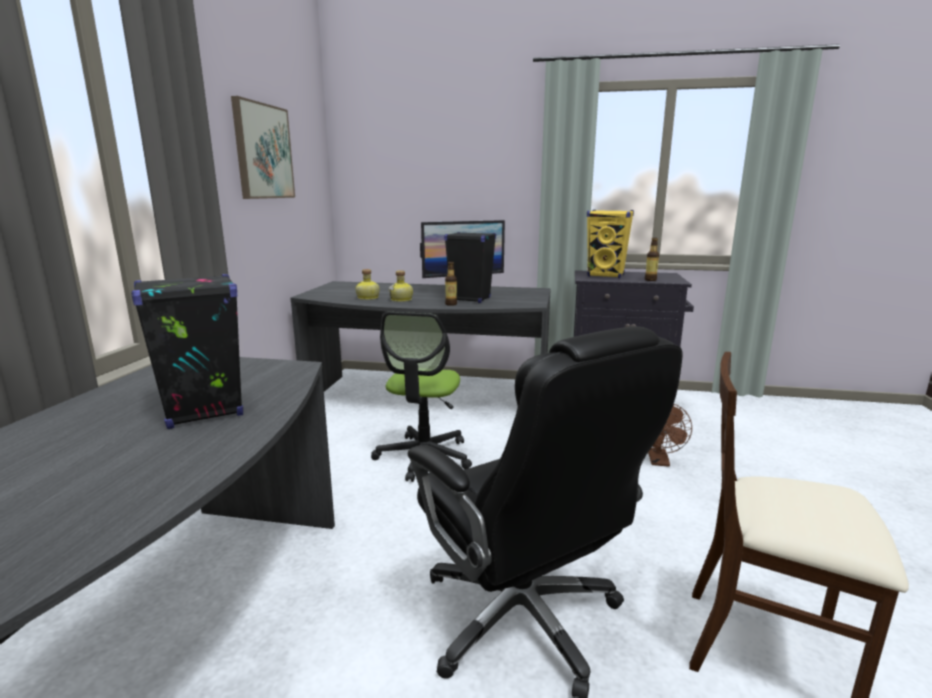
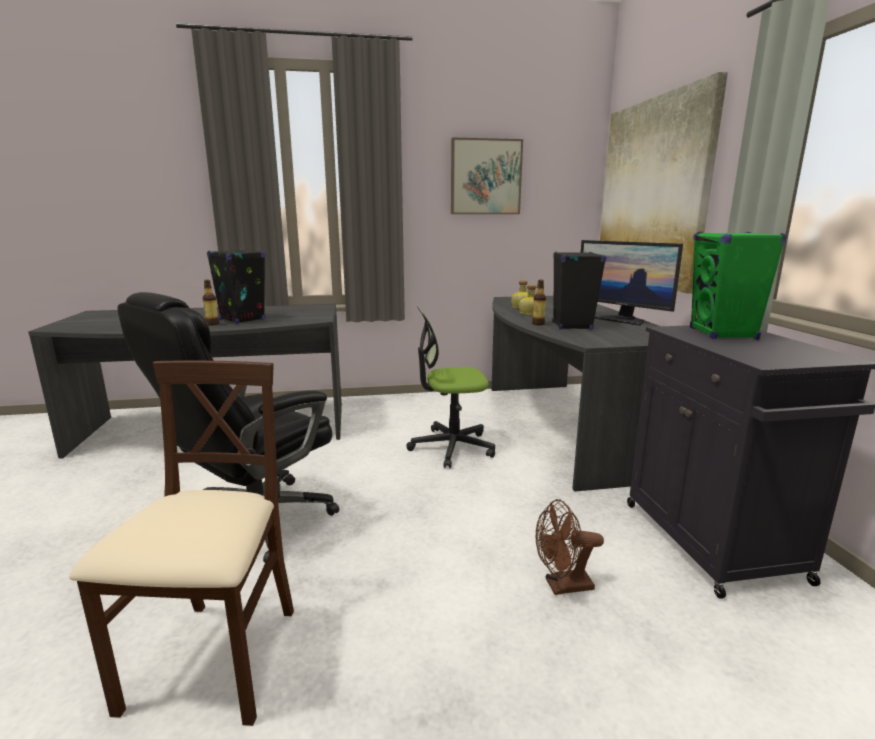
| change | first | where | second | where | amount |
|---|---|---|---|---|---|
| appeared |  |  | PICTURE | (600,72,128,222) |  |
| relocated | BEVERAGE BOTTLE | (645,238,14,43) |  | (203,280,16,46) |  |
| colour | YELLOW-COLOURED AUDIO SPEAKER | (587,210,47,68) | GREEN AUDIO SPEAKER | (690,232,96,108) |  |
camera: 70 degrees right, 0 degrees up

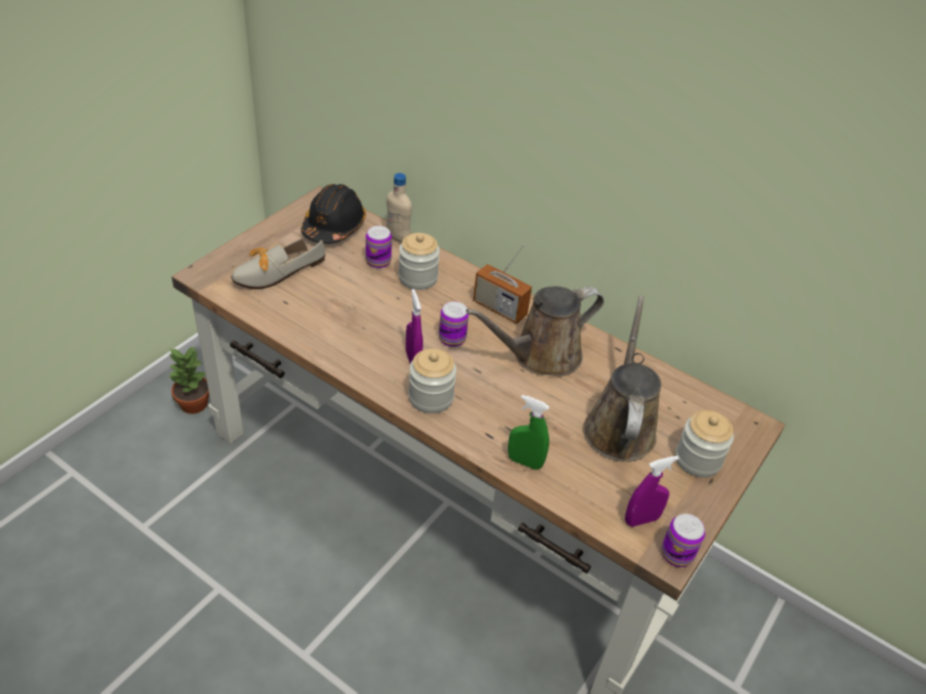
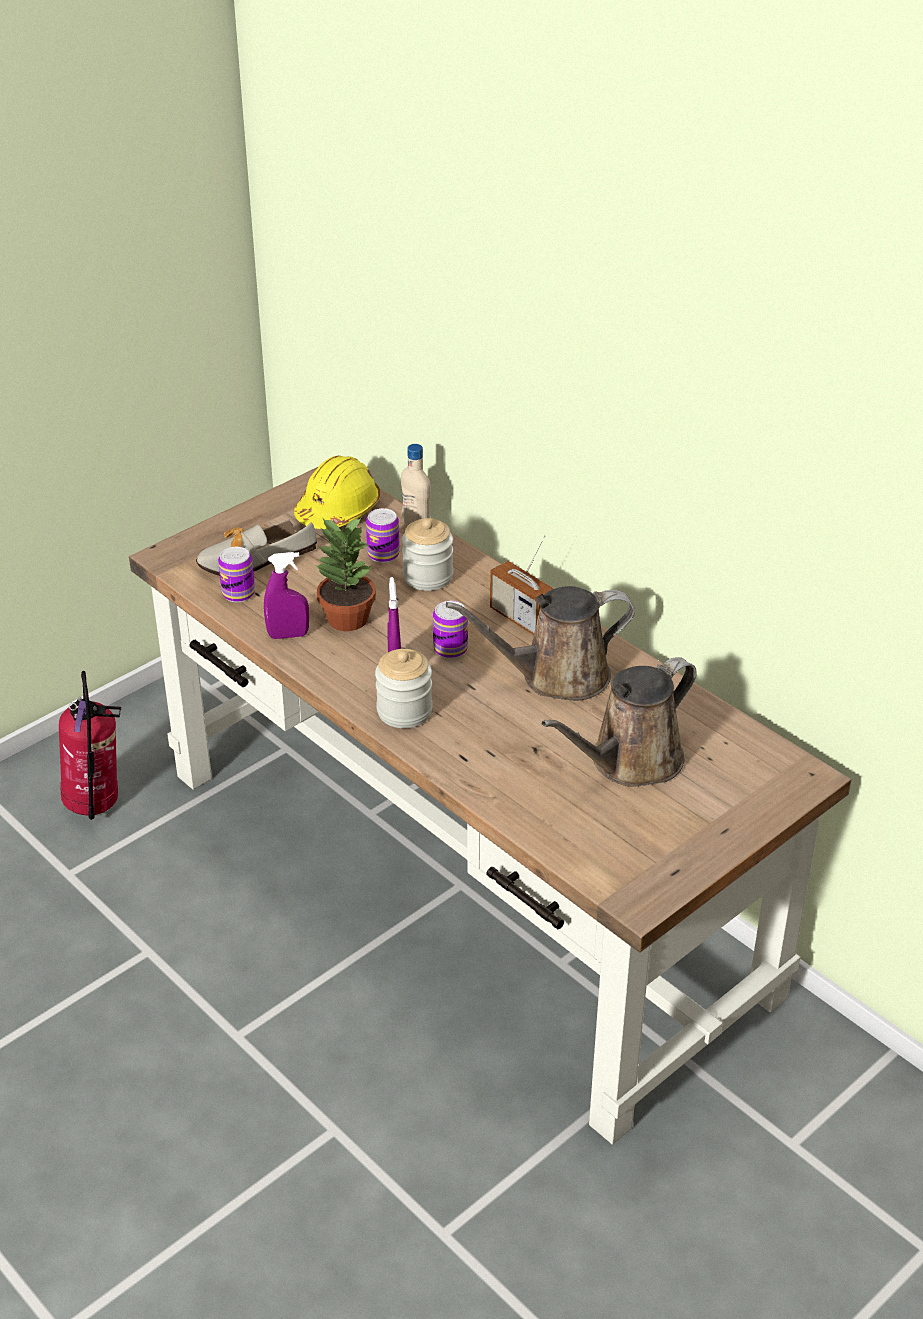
| change | first | where | second | where | amount |
|---|---|---|---|---|---|
| missing | GREEN HAND SPRAYER | (508,395,41,75) |  |  |  |
| missing | JAR | (676,410,58,68) |  |  |  |
| appeared |  |  | FIRE EXTINGUISHER | (59,671,62,149) |  |
| relocated | POTTED PLANT | (169,346,40,68) |  | (315,517,61,114) |  |
| relocated | PURPLE-COLOURED HAND SPRAYER | (625,456,54,71) |  | (264,552,45,87) |  |
| relocated | CAN | (661,514,44,53) |  | (218,547,37,55) |  |
| colour | BLACK WORK HELMET | (301,184,65,60) | YELLOW-COLOURED WORK HELMET | (294,456,86,73) |  |
| spun | BROWN SPRINKLING CAN | (583,295,78,167) |  | (541,657,156,130) | 150 degrees counterclockwise |
camera: 15 degrees right, 5 degrees down

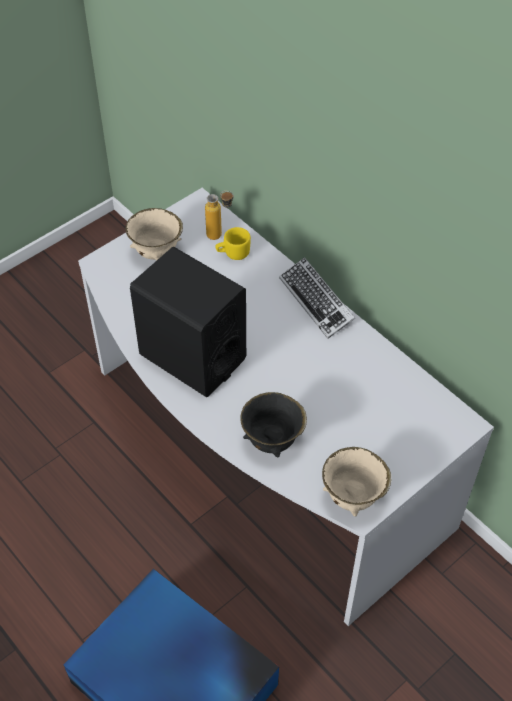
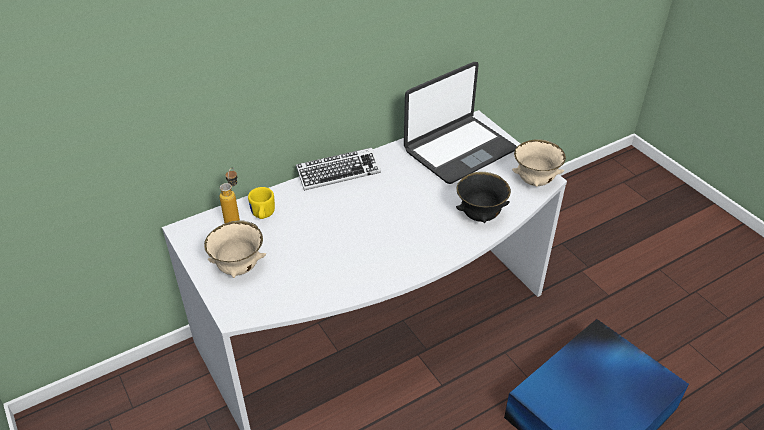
| change | first | where | second | where | amount |
|---|---|---|---|---|---|
| missing | BLACK AUDIO SPEAKER | (130,247,116,150) |  |  |  |
| appeared |  |  | PORTABLE COMPUTER | (404,62,113,122) |  |
camera: 80 degrees left, 10 degrees down

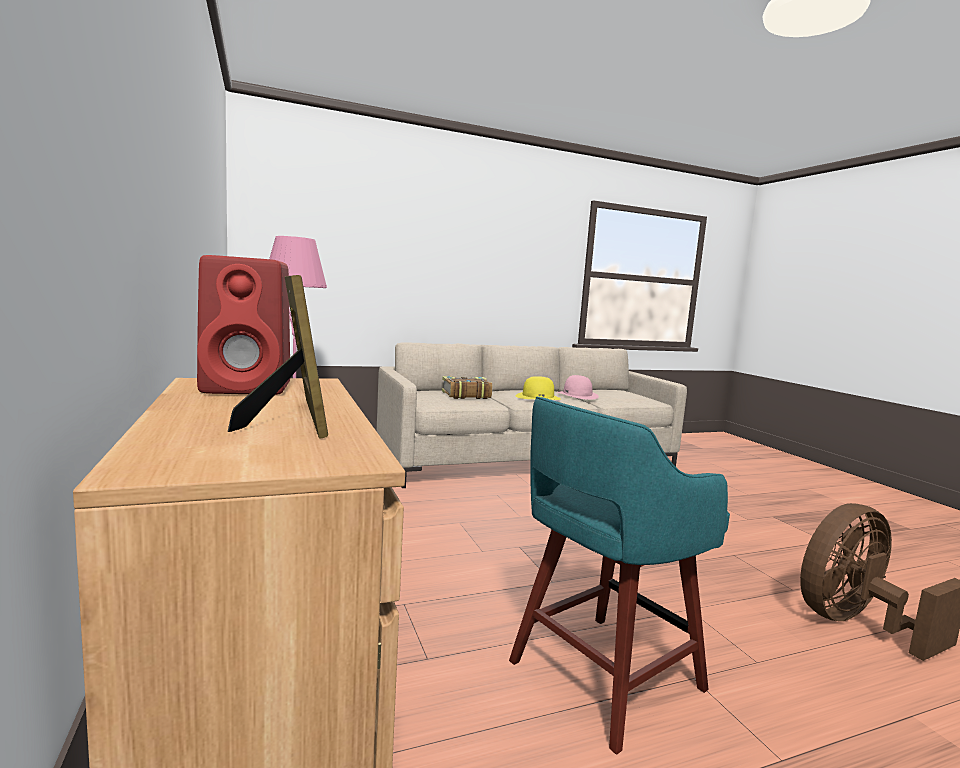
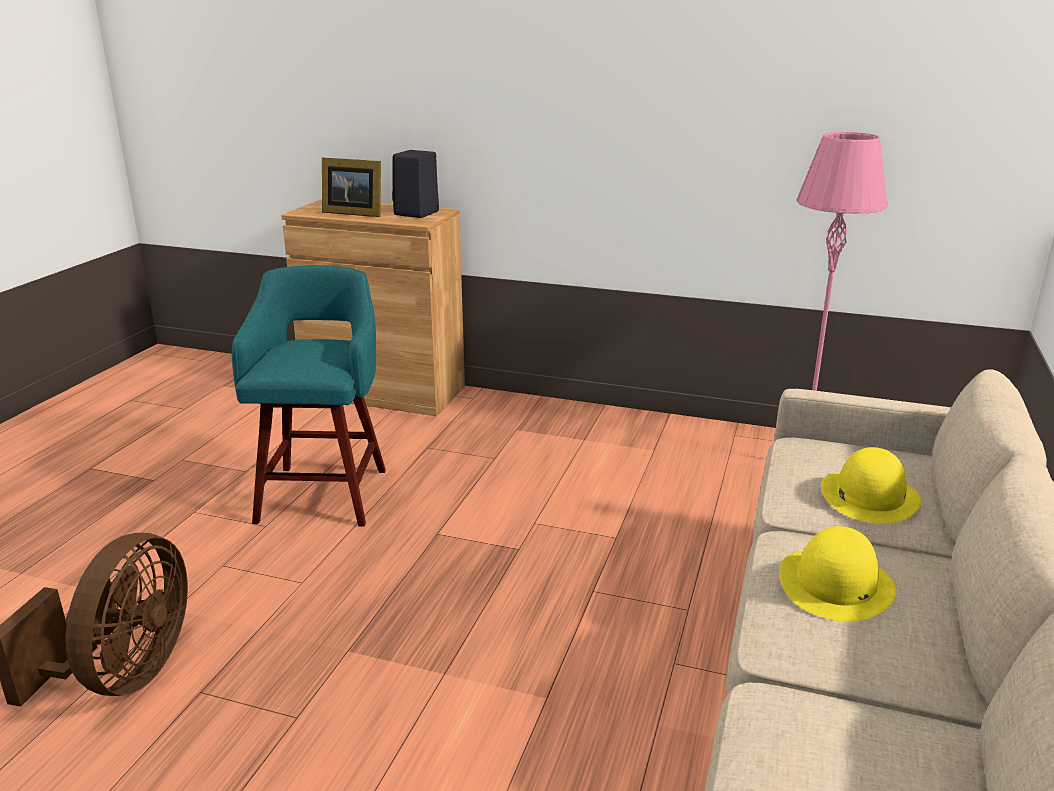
| change | first | where | second | where | amount |
|---|---|---|---|---|---|
| missing | PINKISH HAT | (557,375,42,25) |  |  |  |
| exchanged | BOUND BOOK | (442,376,50,23) | YELLOW-COLOURED HAT | (821,447,101,77) |  |
| colour | RED AUDIO SPEAKER | (197,255,93,140) | BLACK AUDIO SPEAKER | (392,150,47,68) |  |
camera: 130 degrees right, 15 degrees up

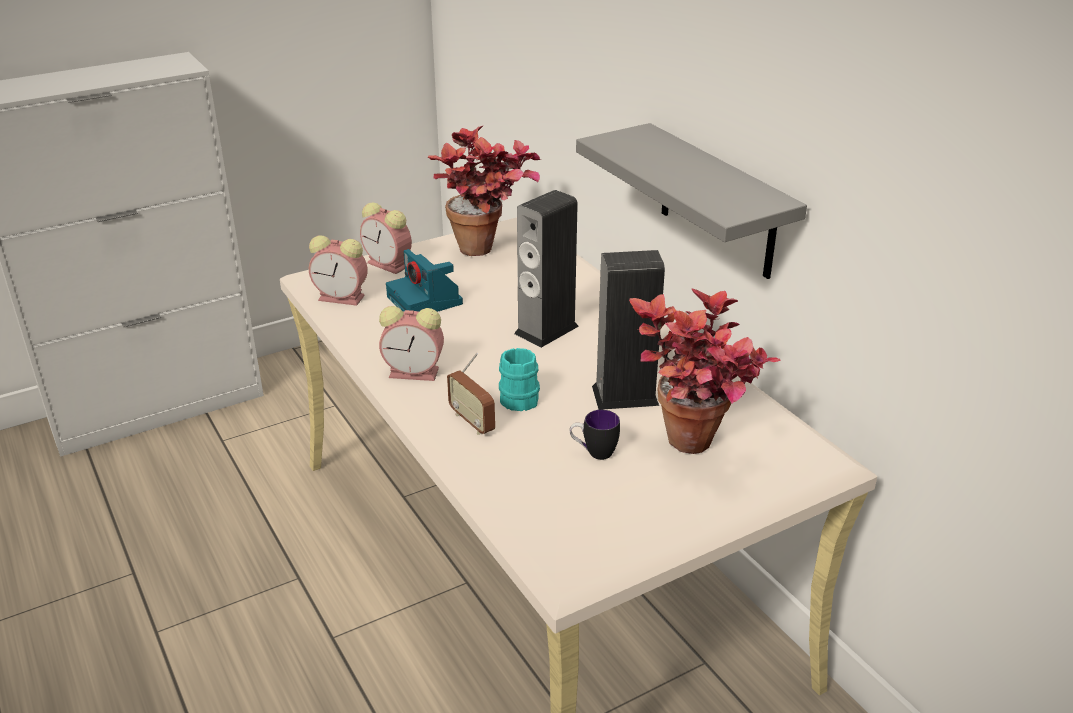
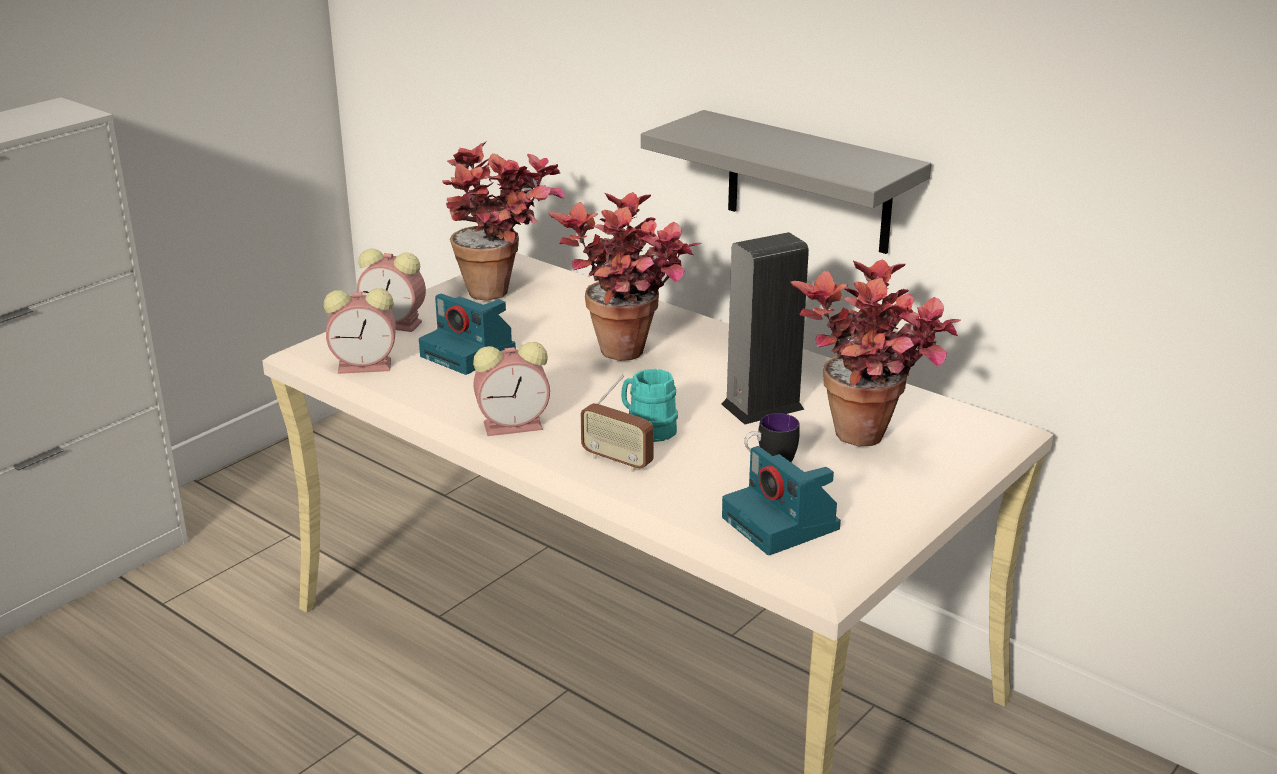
| change | first | where | second | where | amount |
|---|---|---|---|---|---|
| appeared |  |  | STILL CAMERA | (722,446,119,109) |  |
| exchanged | AUDIO SPEAKER | (514,190,65,158) | POTTED PLANT | (548,192,154,169) |  |
camera: 20 degrees left, 5 degrees down

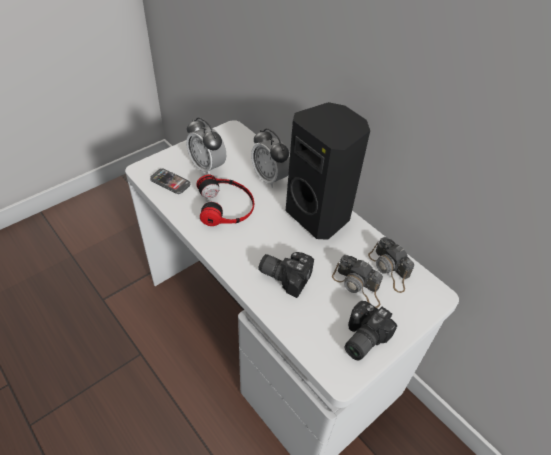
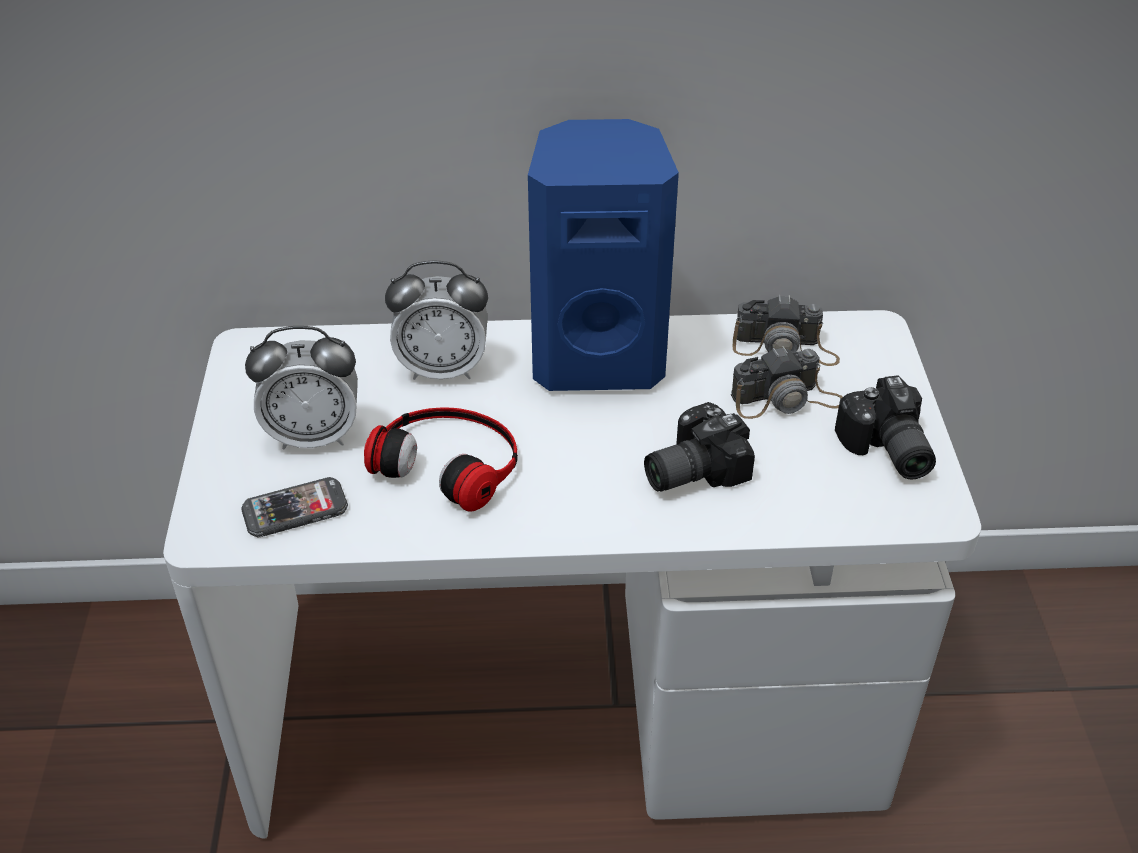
| change | first | where | second | where | amount |
|---|---|---|---|---|---|
| colour | BLACK AUDIO SPEAKER | (286,102,84,138) | BLUISH AUDIO SPEAKER | (528,119,151,272) |  |
camera: 50 degrees left, 5 degrees down

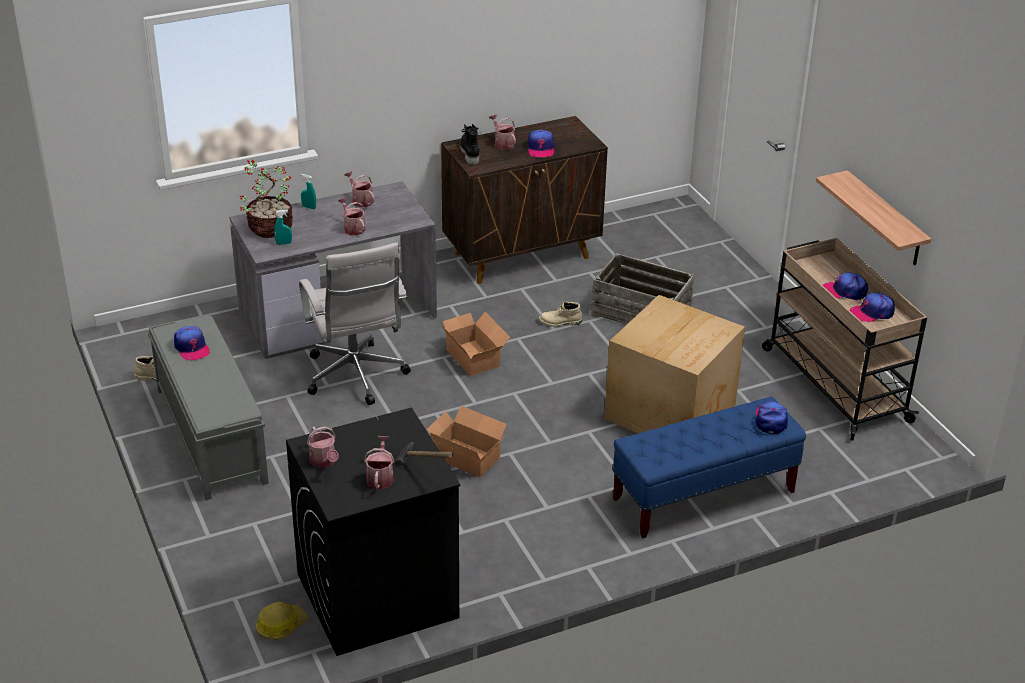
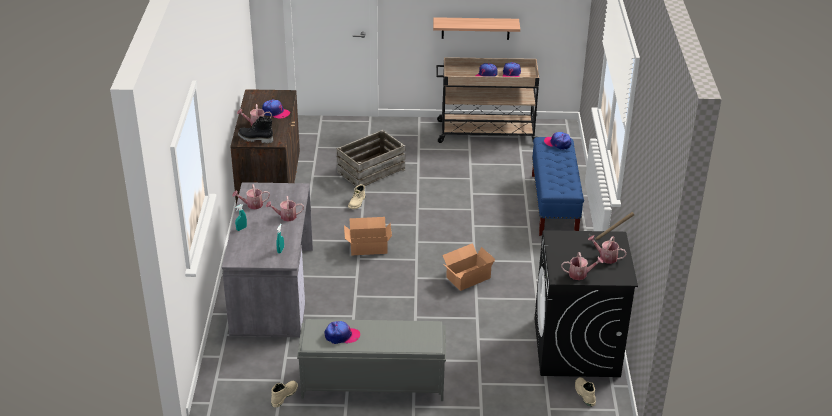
| change | first | where | second | where | amount |
|---|---|---|---|---|---|
| missing | POTTED PLANT | (240,160,53,78) |  |  |  |
| missing | WHITE-COLOURED COMPUTER CHAIR | (299,243,112,162) |  |  |  |
| missing | PACKING BOX | (604,295,141,139) |  |  |  |
| exchanged | WORK HELMET | (256,602,52,37) | SAND-COLOURED TALL BOOT | (575,377,21,29) |  |
camera: 65 degrees left, 0 degrees up

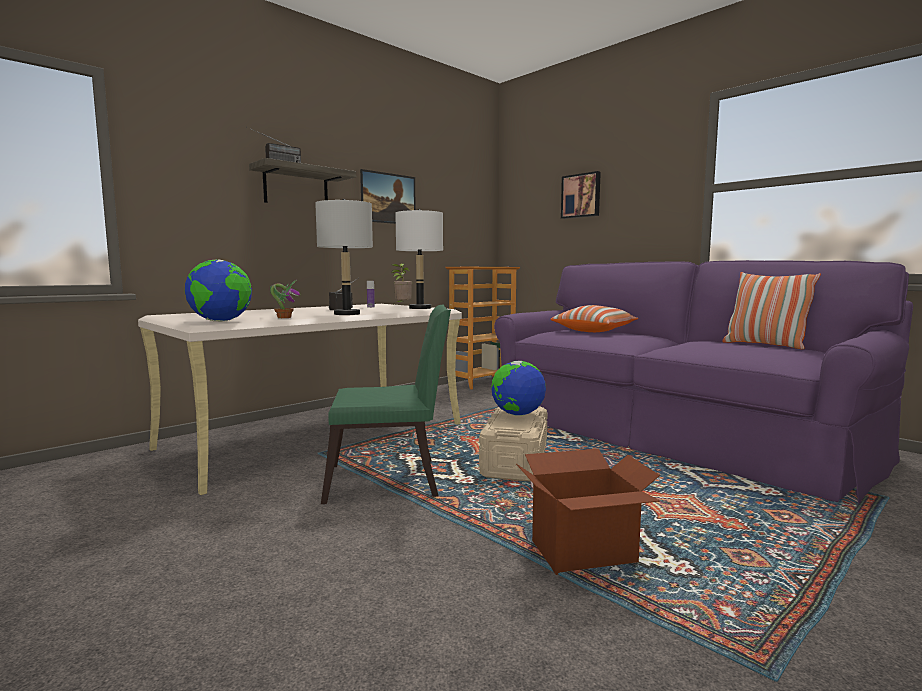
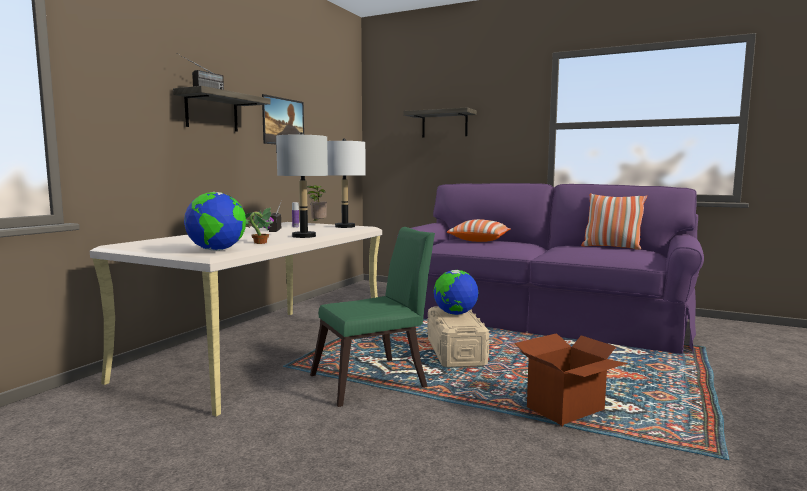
| change | first | where | second | where | amount |
|---|---|---|---|---|---|
| missing | BOOKCASE | (445,267,75,122) |  |  |  |
| exchanged | PICTURE | (561,171,40,48) | BRACKET SHELF | (403,107,74,31) |  |
camera: 20 degrees left, 0 degrees up

